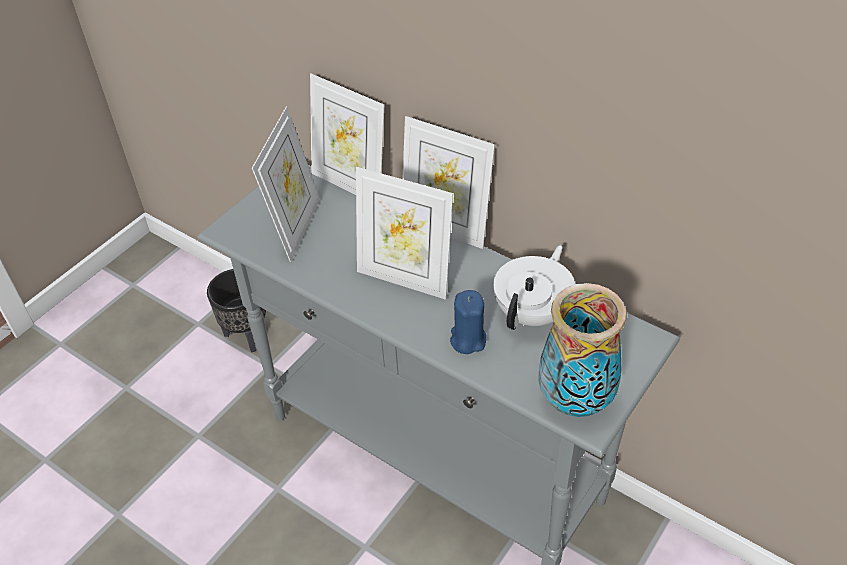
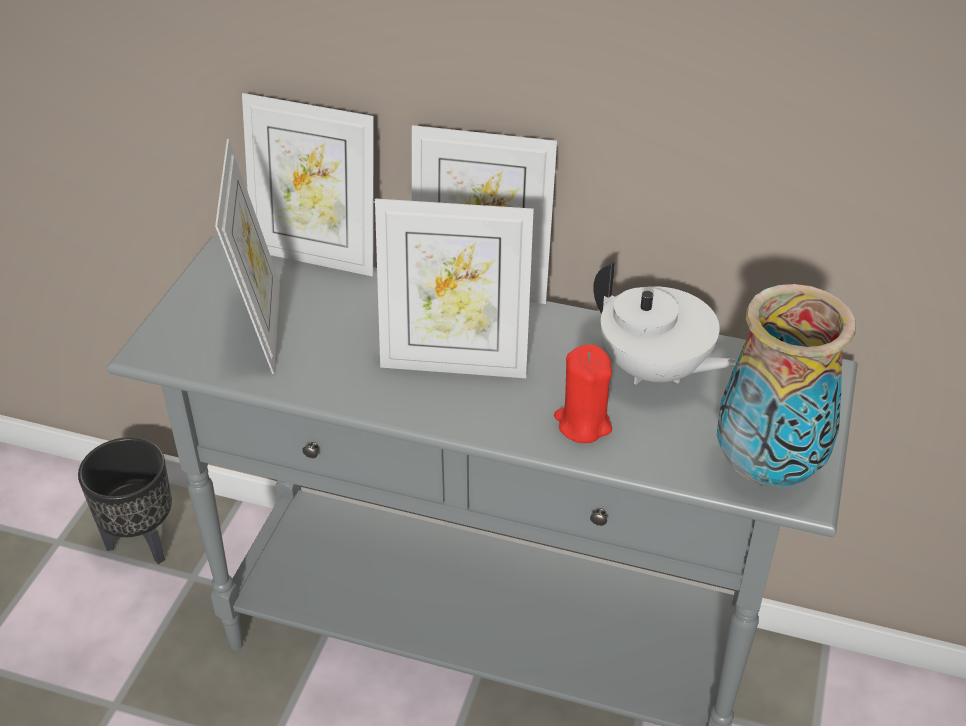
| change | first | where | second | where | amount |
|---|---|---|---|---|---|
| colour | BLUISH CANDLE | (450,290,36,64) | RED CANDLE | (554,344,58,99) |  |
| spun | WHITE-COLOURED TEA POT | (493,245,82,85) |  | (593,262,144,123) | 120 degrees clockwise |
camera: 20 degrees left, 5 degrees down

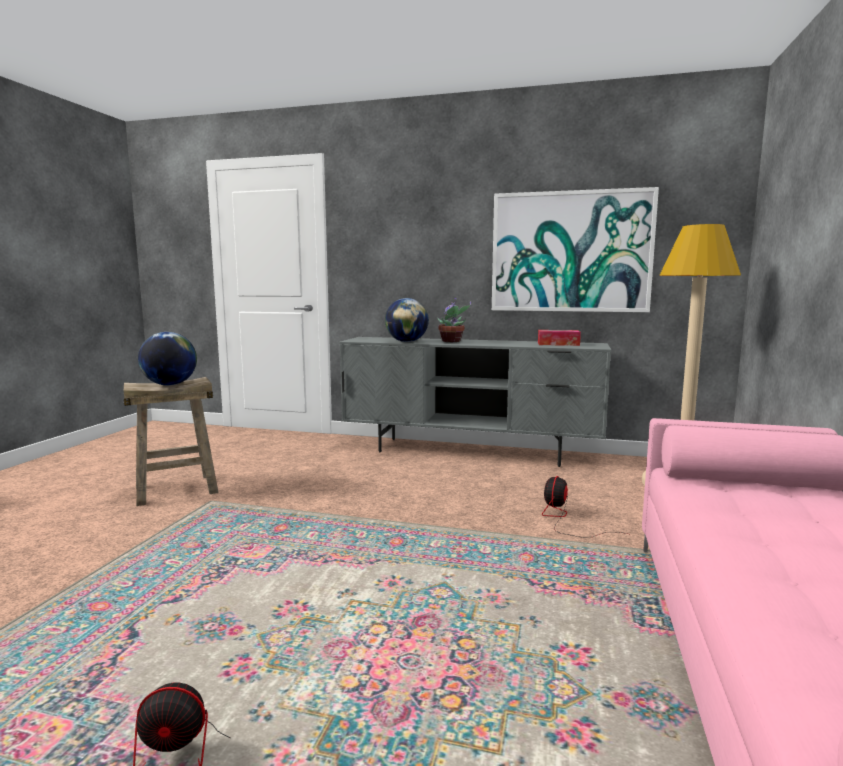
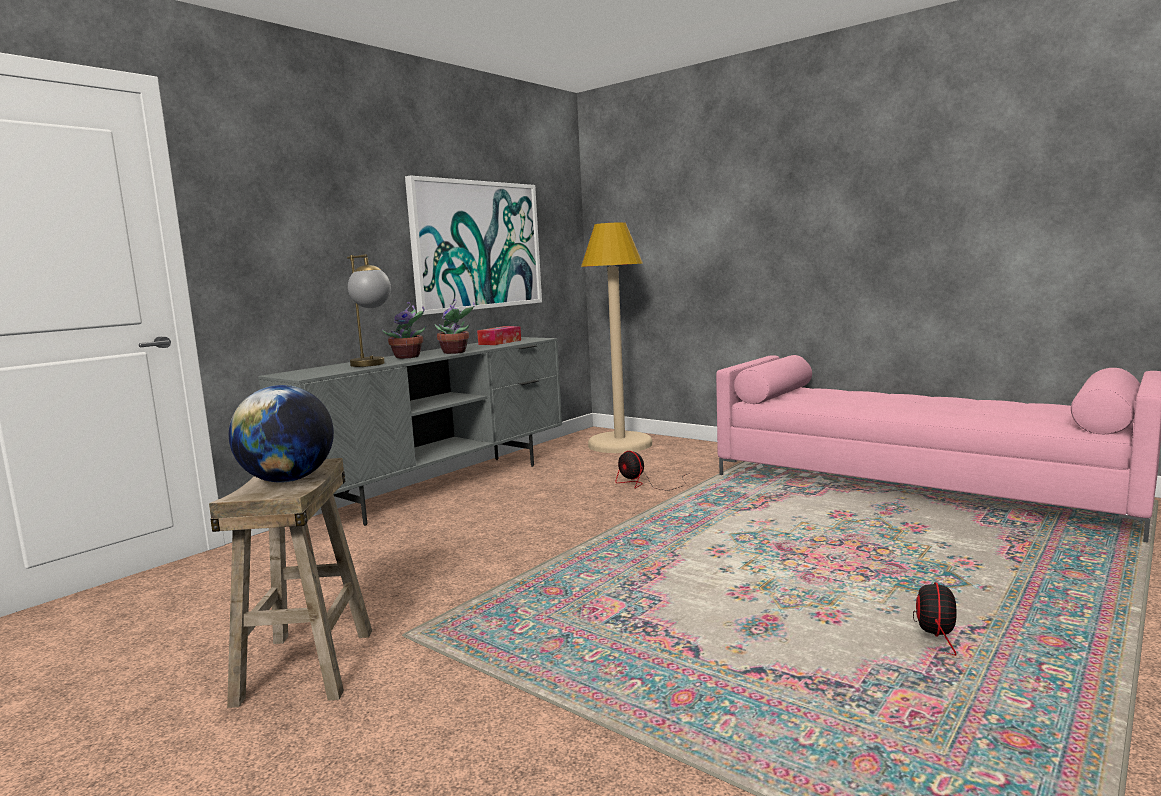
| change | first | where | second | where | amount |
|---|---|---|---|---|---|
| appeared |  |  | POTTED PLANT | (435,299,40,55) |  |
| exchanged | GLOBE | (385,298,44,44) | LAMP FOR A TABLE | (347,254,44,113) |  |
camera: 65 degrees left, 0 degrees up

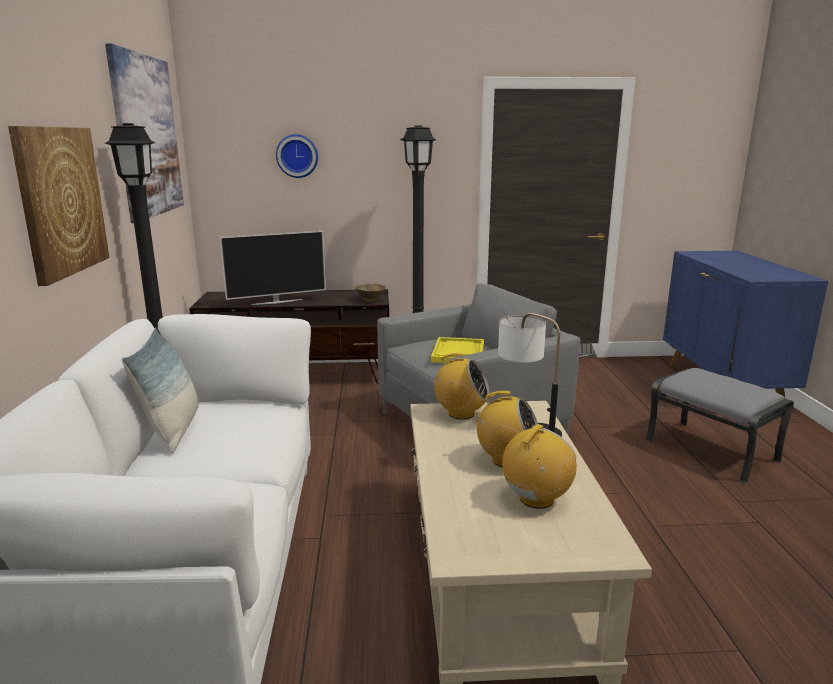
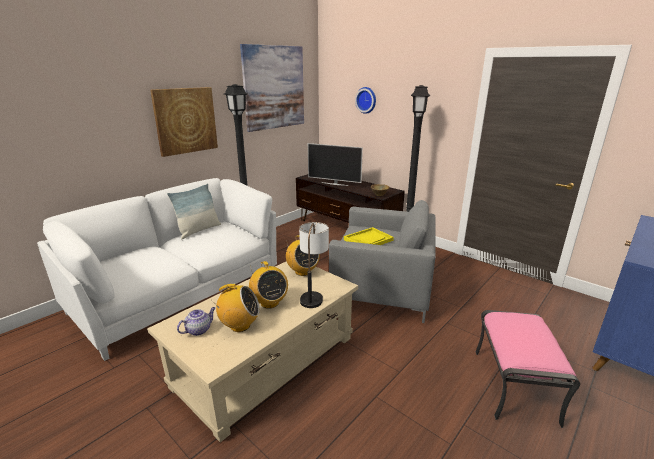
| change | first | where | second | where | amount |
|---|---|---|---|---|---|
| appeared |  |  | TEA POT | (177,307,38,29) |  |
| colour | GREY POUFFE | (646,368,148,115) | PINKISH POUFFE | (475,310,105,118) |  |
camera: 45 degrees right, 5 degrees up

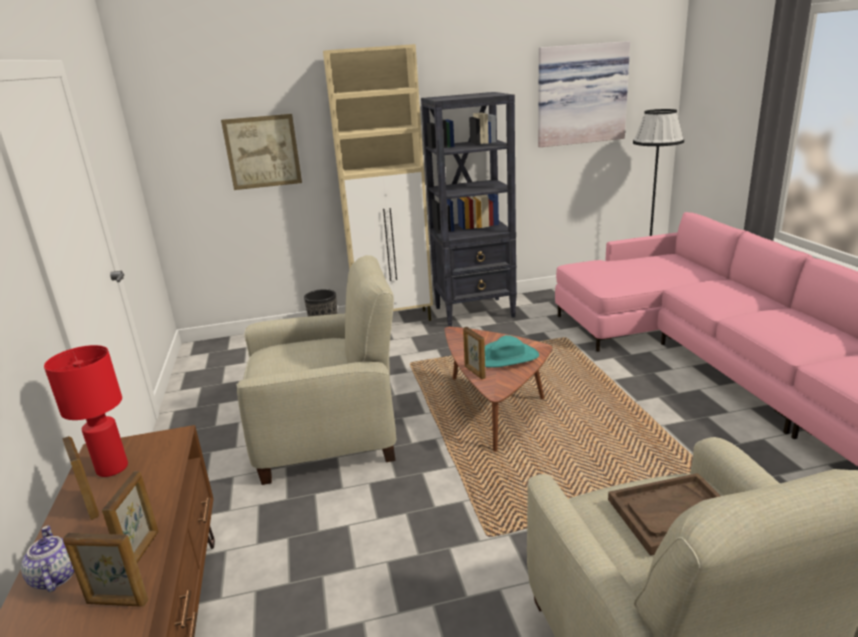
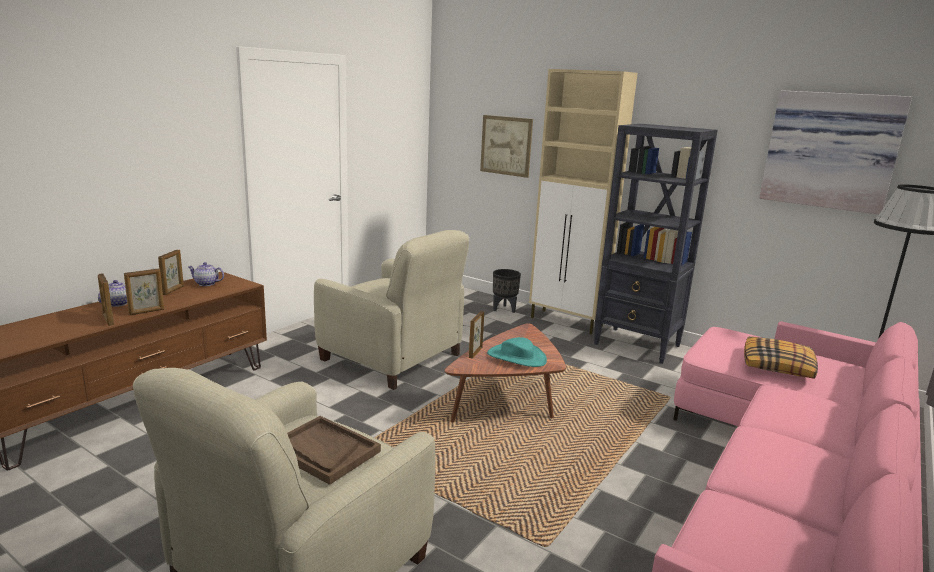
| change | first | where | second | where | amount |
|---|---|---|---|---|---|
| appeared |  |  | PILLOW | (744,336,74,43) |  |
| exchanged | RED LAMP FOR A TABLE | (44,345,84,132) | TEA POT | (188,262,36,24) |  |
camera: 45 degrees right, 5 degrees down

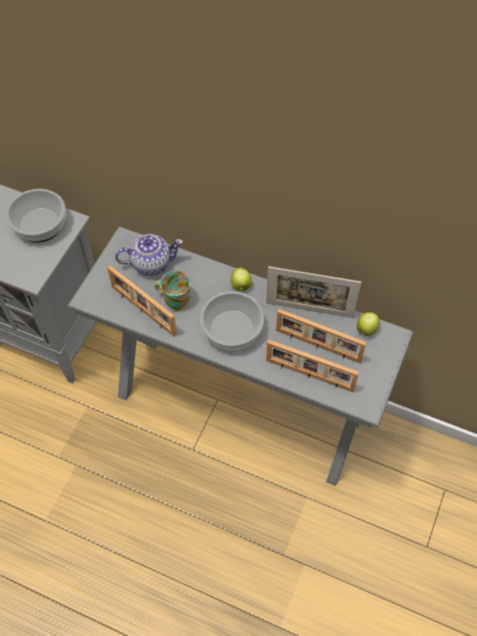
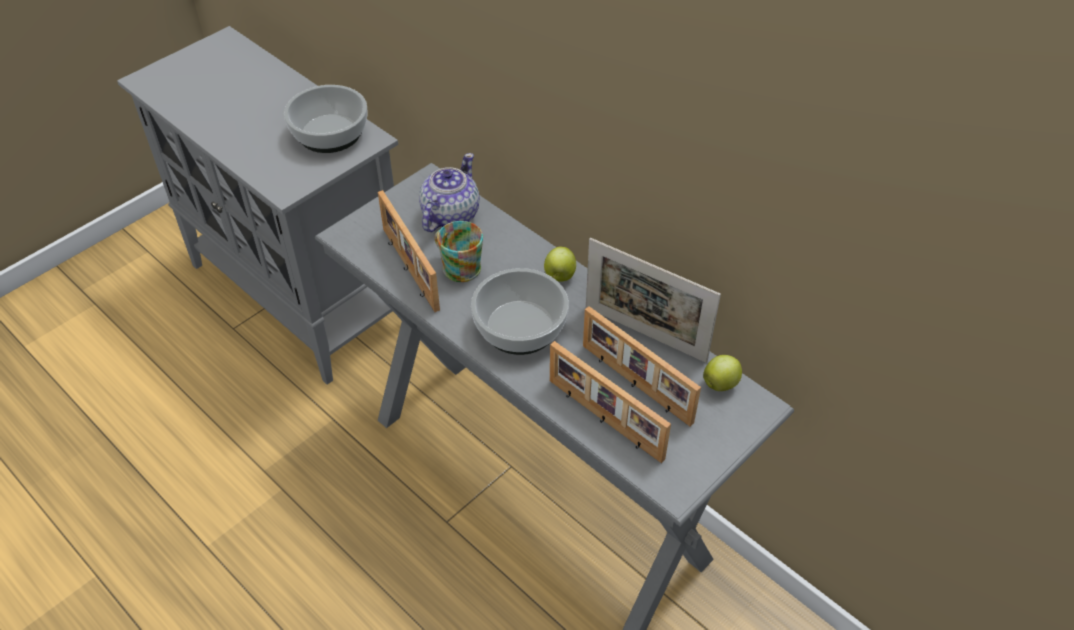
| change | first | where | second | where | amount |
|---|---|---|---|---|---|
| spun | TEA POT | (115,234,68,42) |  | (419,153,60,79) | 75 degrees counterclockwise |
camera: 20 degrees right, 10 degrees down

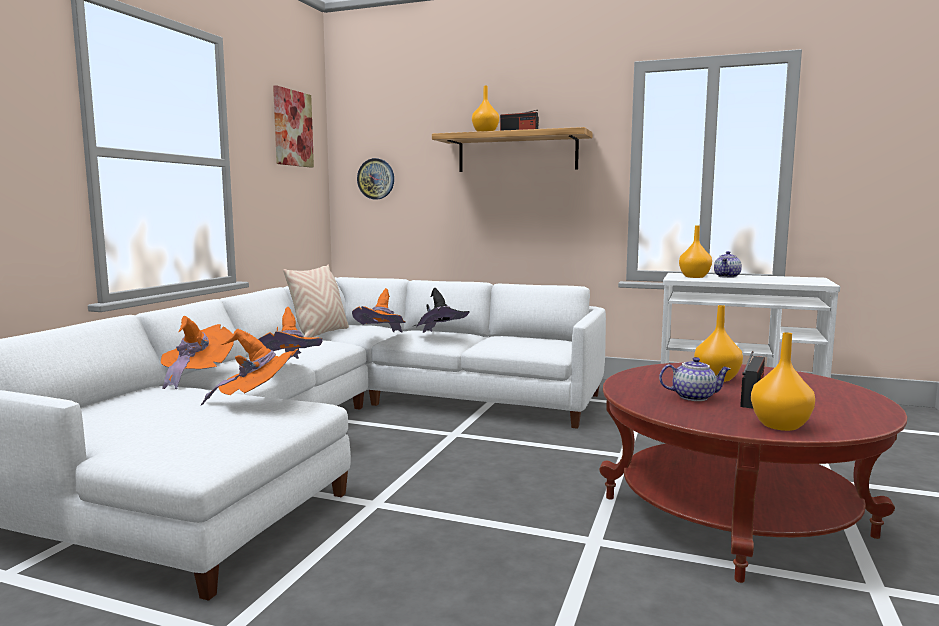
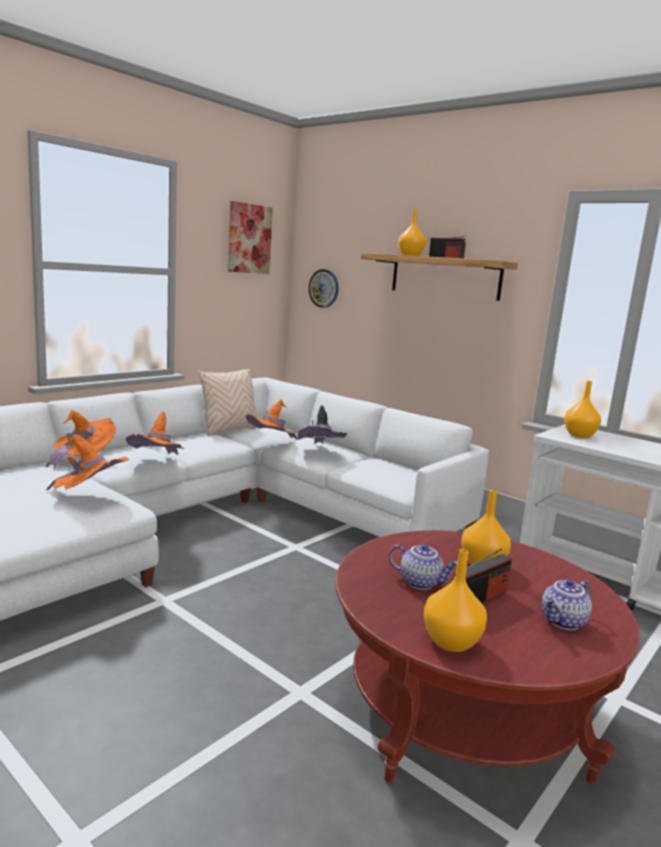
| change | first | where | second | where | amount |
|---|---|---|---|---|---|
| relocated | TEA POT | (714,251,28,27) |  | (542,579,50,51) |  |
camera: 20 degrees right, 5 degrees up

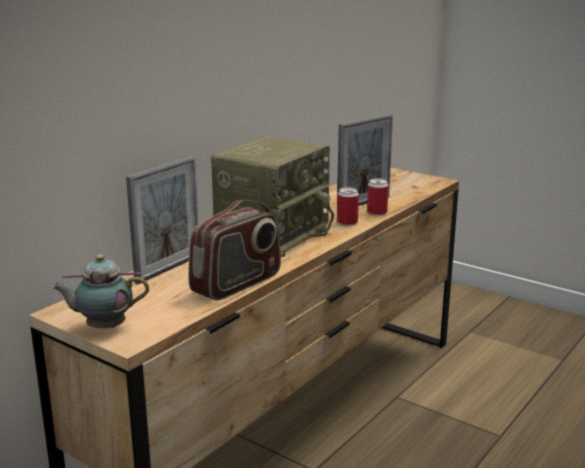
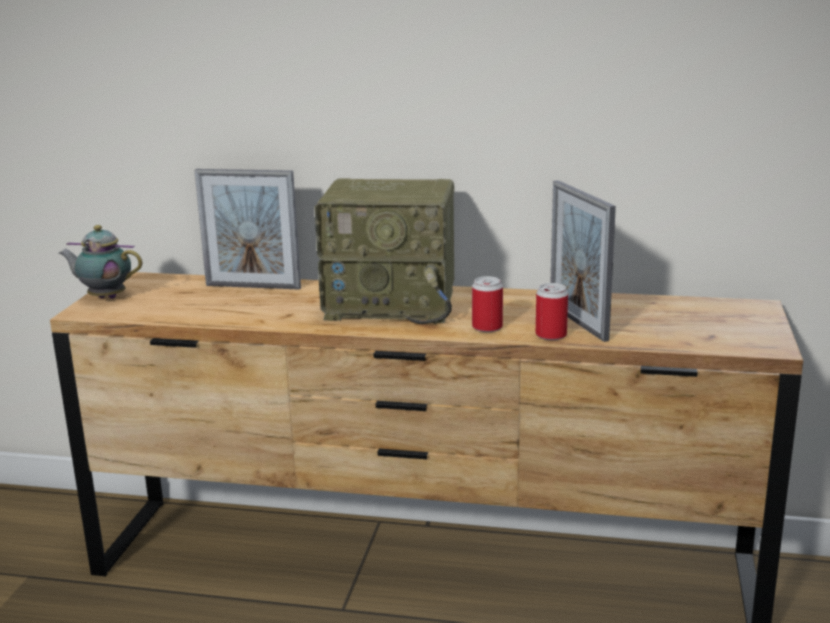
| change | first | where | second | where | amount |
|---|---|---|---|---|---|
| missing | RADIO SET | (188,200,93,101) |  |  |  |
| spun | TEA POT | (52,254,97,74) |  | (59,225,83,74) | 45 degrees counterclockwise |
| spun | STANDING FRAME | (337,114,56,92) |  | (550,180,66,162) | 45 degrees clockwise |
camera: 65 degrees right, 0 degrees up

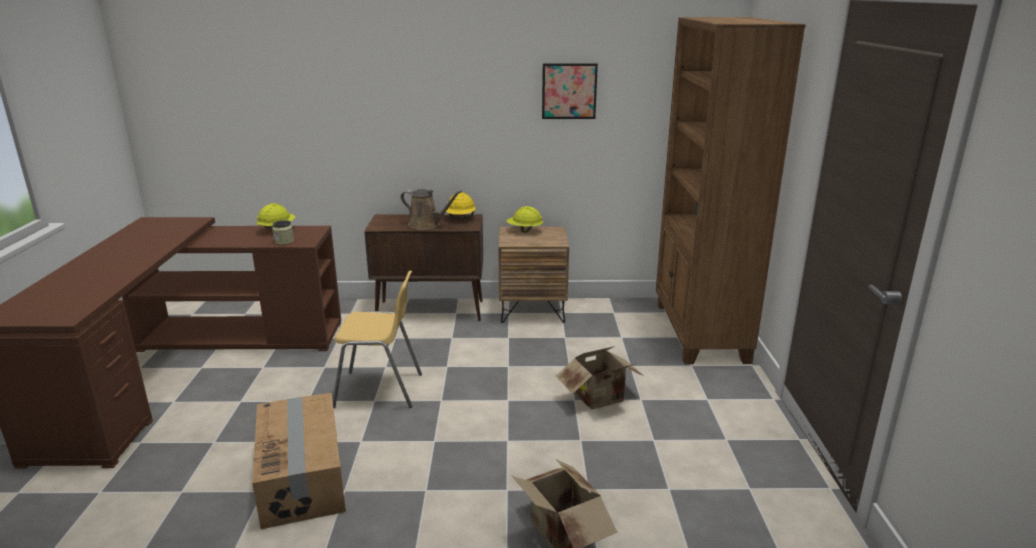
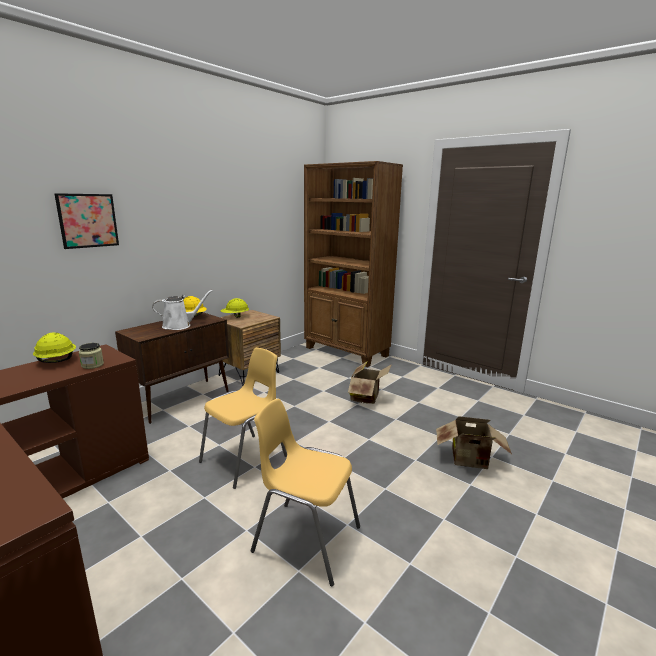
| change | first | where | second | where | amount |
|---|---|---|---|---|---|
| relocated | PICTURE | (542,63,56,56) |  | (54,193,65,56) |  |
| exchanged | PACKING BOX | (252,393,94,136) | YELLOW-COLOURED PLAIN CHAIR | (251,399,109,188) |  |
| colour | BROWN SPRINKLING CAN | (401,189,61,41) | WHITE-COLOURED SPRINKLING CAN | (152,290,61,40) |  |
camera: 50 degrees left, 5 degrees down

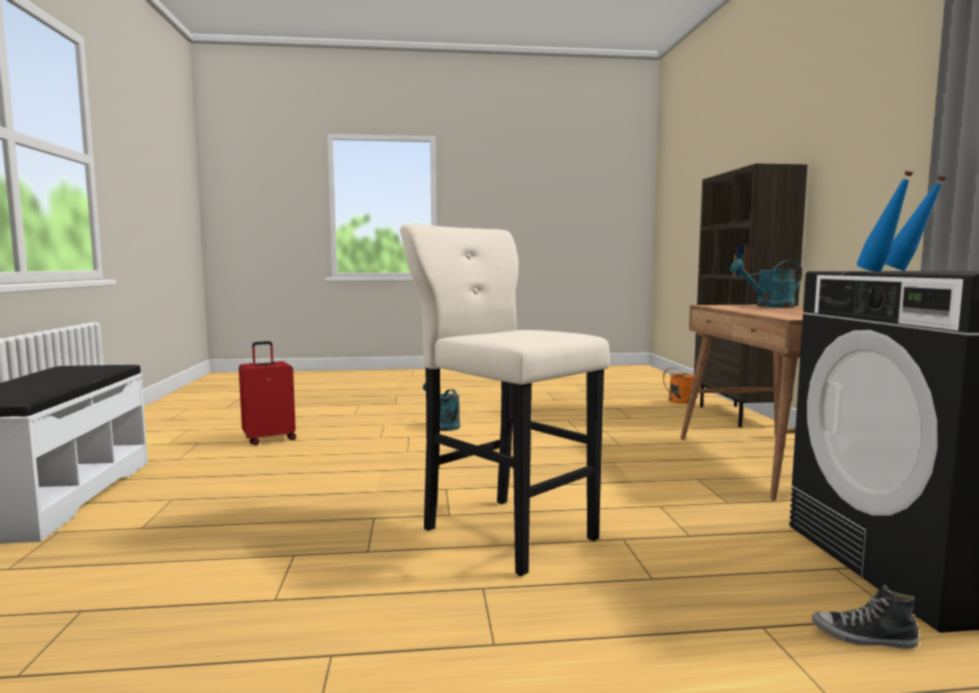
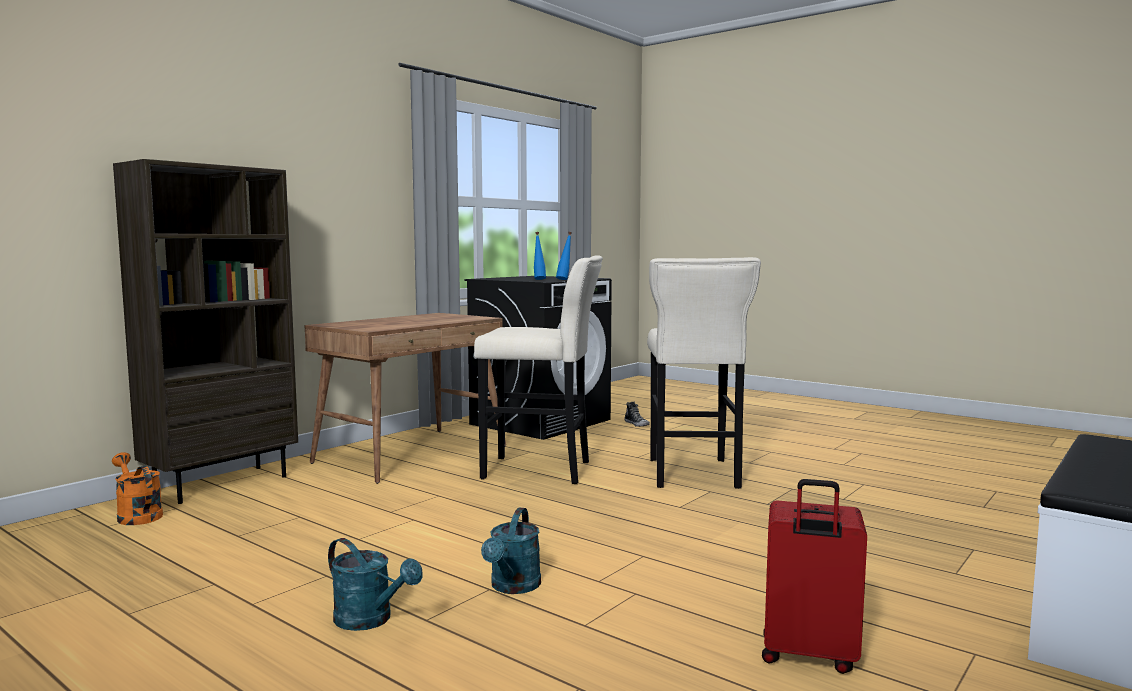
| change | first | where | second | where | amount |
|---|---|---|---|---|---|
| appeared |  |  | SAND-COLOURED SITTING STOOL | (474,255,129,229) |  |
| relocated | TURQUOISE-COLOURED SPRINKLING CAN | (730,259,72,48) |  | (328,538,95,93) |  |
camera: 135 degrees left, 0 degrees up

